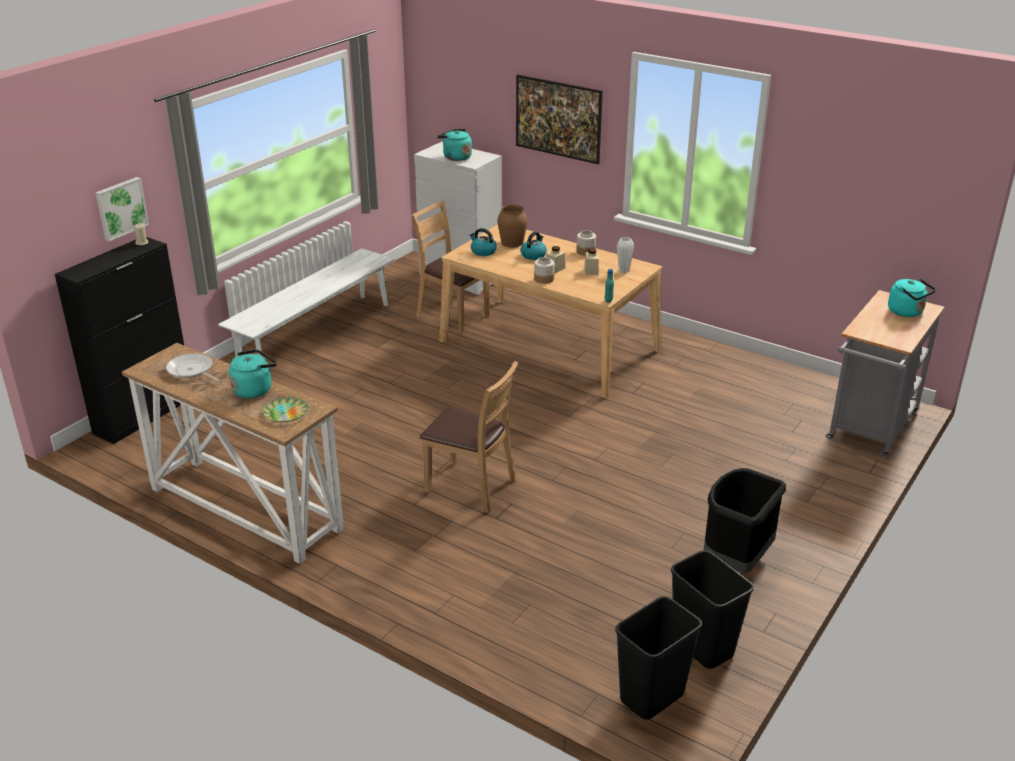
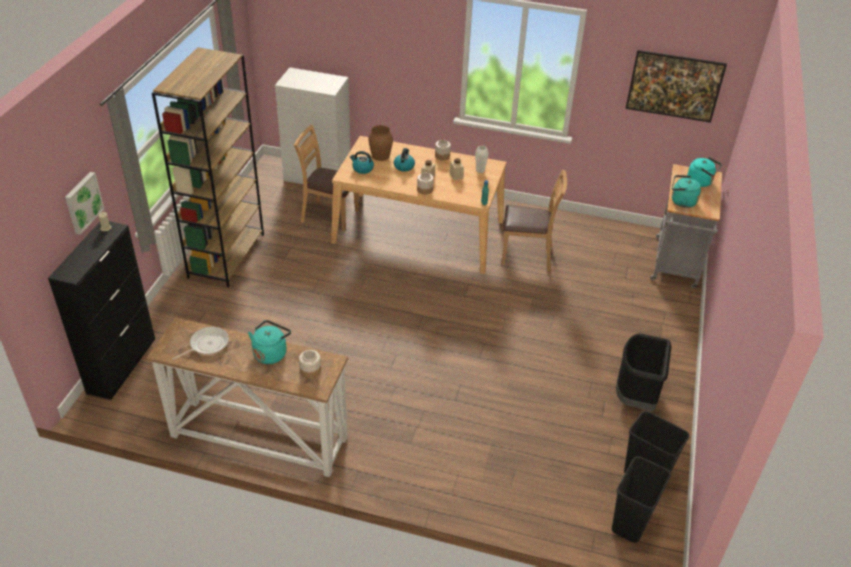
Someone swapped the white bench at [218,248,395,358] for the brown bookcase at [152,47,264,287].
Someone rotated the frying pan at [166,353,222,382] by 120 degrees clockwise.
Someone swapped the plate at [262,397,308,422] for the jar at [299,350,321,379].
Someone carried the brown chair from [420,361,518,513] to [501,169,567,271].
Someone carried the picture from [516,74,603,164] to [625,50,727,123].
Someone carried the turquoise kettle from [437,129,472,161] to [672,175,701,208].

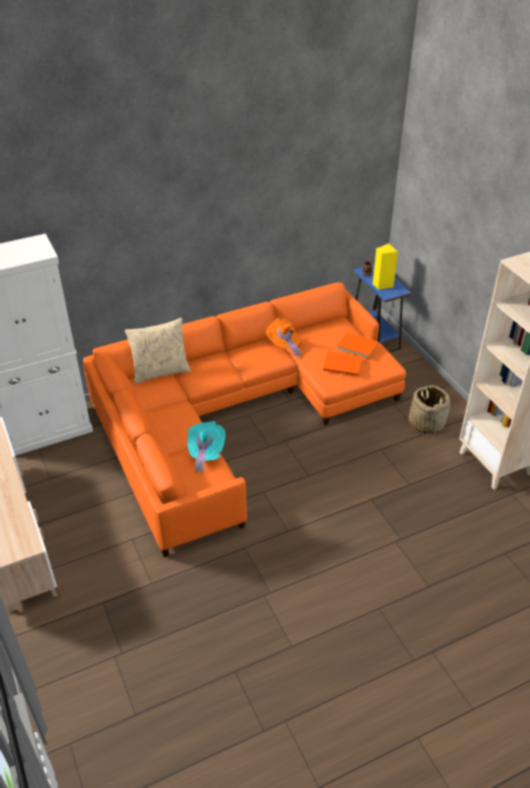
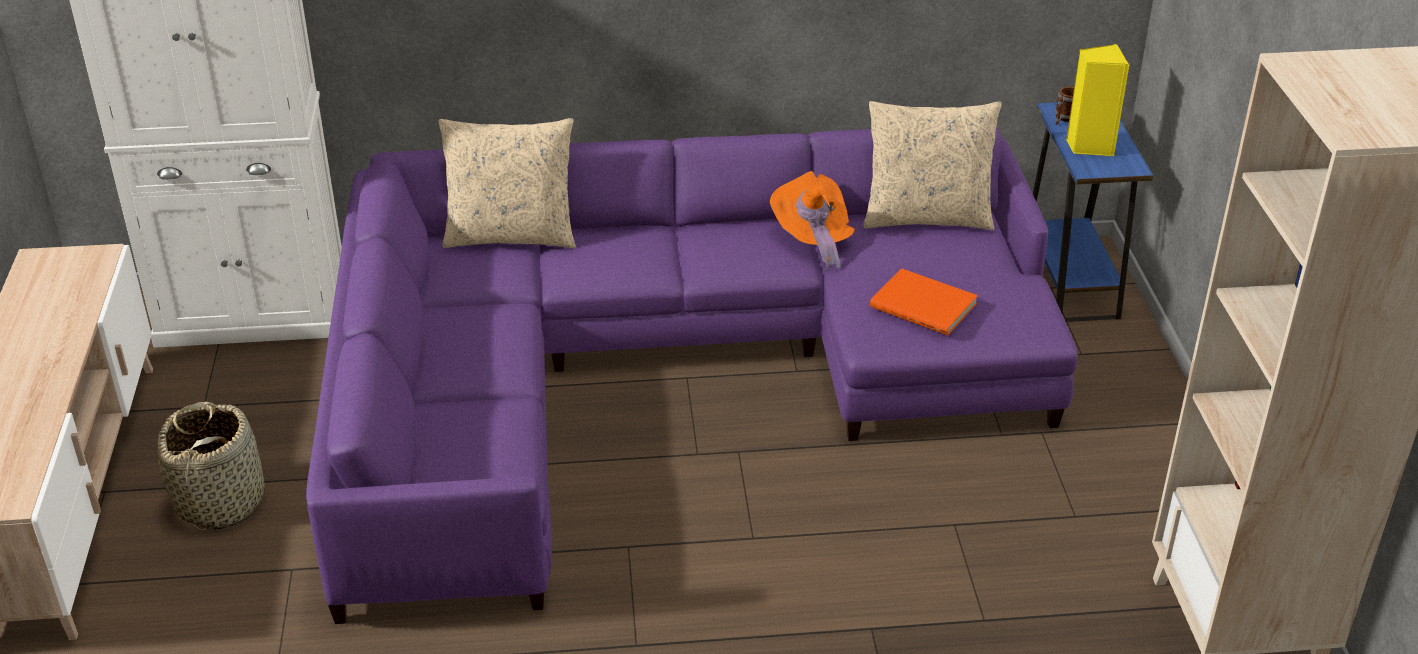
Someone carried the basket from [408,385,450,434] to [157,402,265,530].
Someone repainted the orange sofa at [83,283,406,557], which became the purple sofa at [306,127,1078,624].
Someone put down the beige pillow at [863,101,1002,230].
Someone took away the turquoise hat at [187,421,226,473].
Someone took away the orange book at [337,332,379,359].

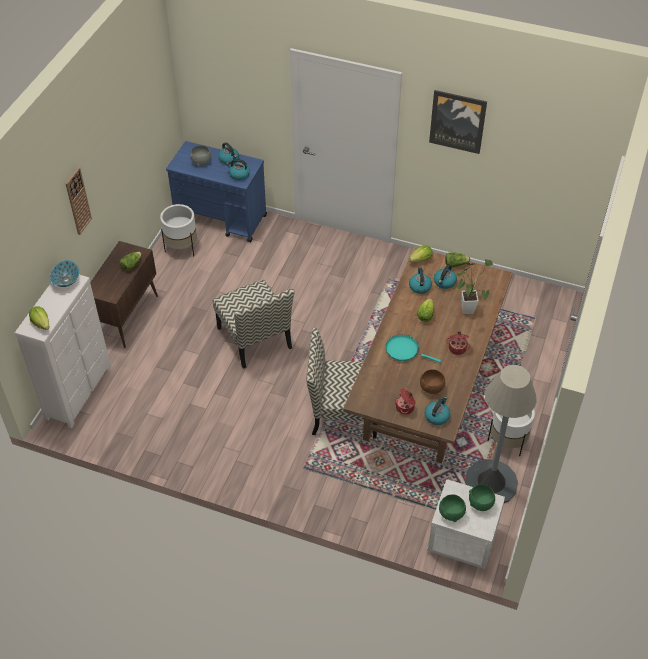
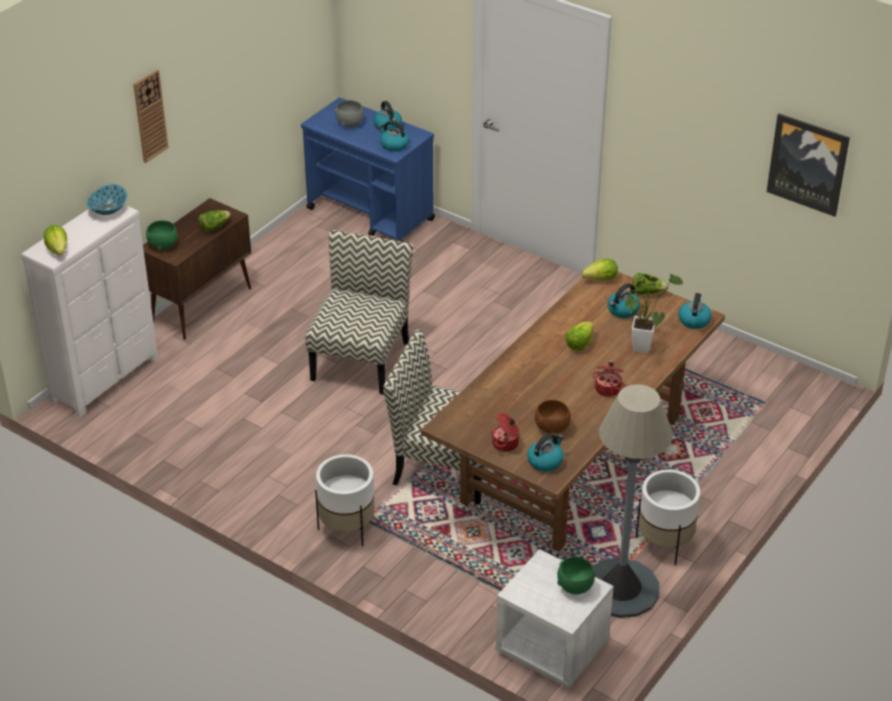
Someone carried the green bowl from [439,494,466,522] to [146,220,178,249].
Someone rotated the chair at [213,279,295,369] by 150 degrees counterclockwise.
Someone carried the white planter from [160,204,197,256] to [315,454,375,546].
Someone carried the kettle from [409,267,432,294] to [679,293,712,329].
Someone carried the picture from [429,90,487,154] to [767,113,850,217].
Someone took away the turquoise frying pan at [385,334,441,363].

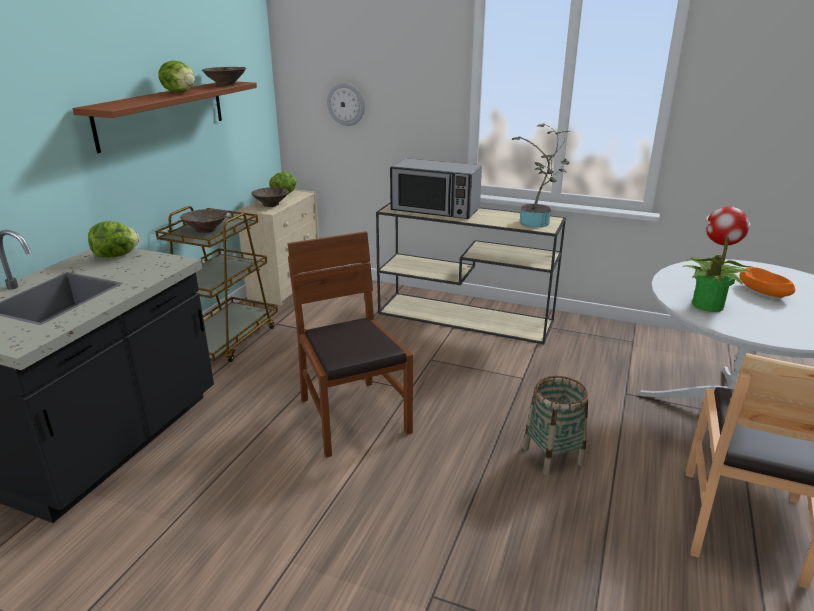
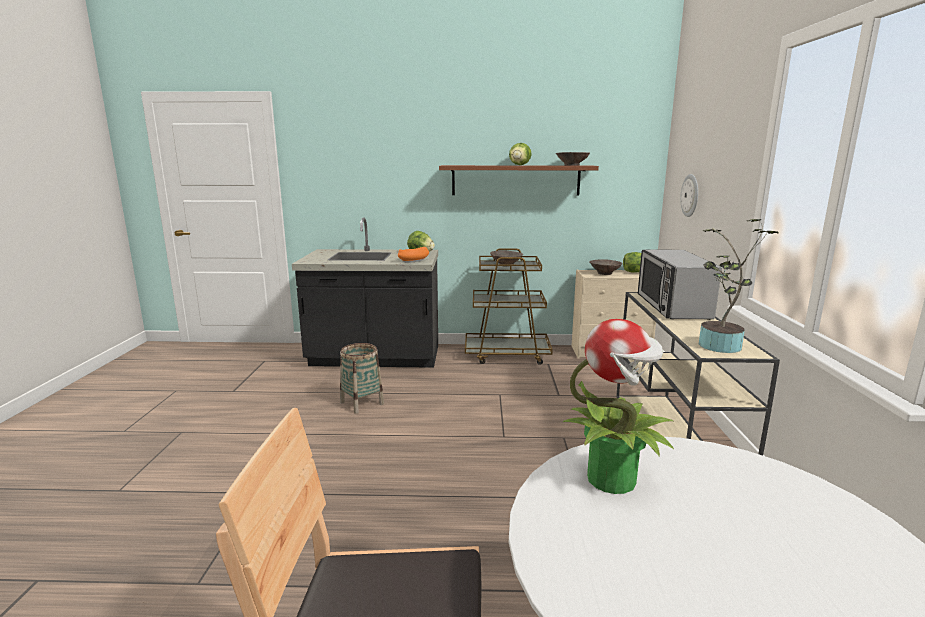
Someone carried the basket from [523,376,588,475] to [340,343,384,414].
Someone carried the orange bowl from [739,267,795,299] to [398,247,429,263].
Someone took away the brown chair at [287,231,413,458].

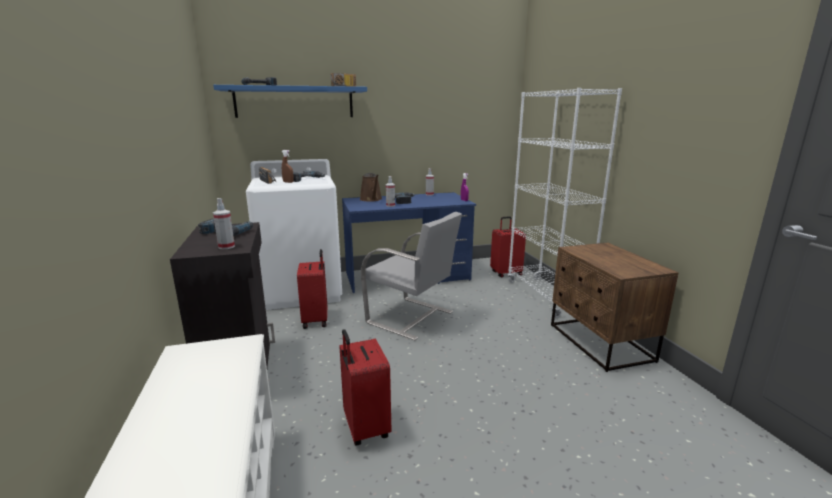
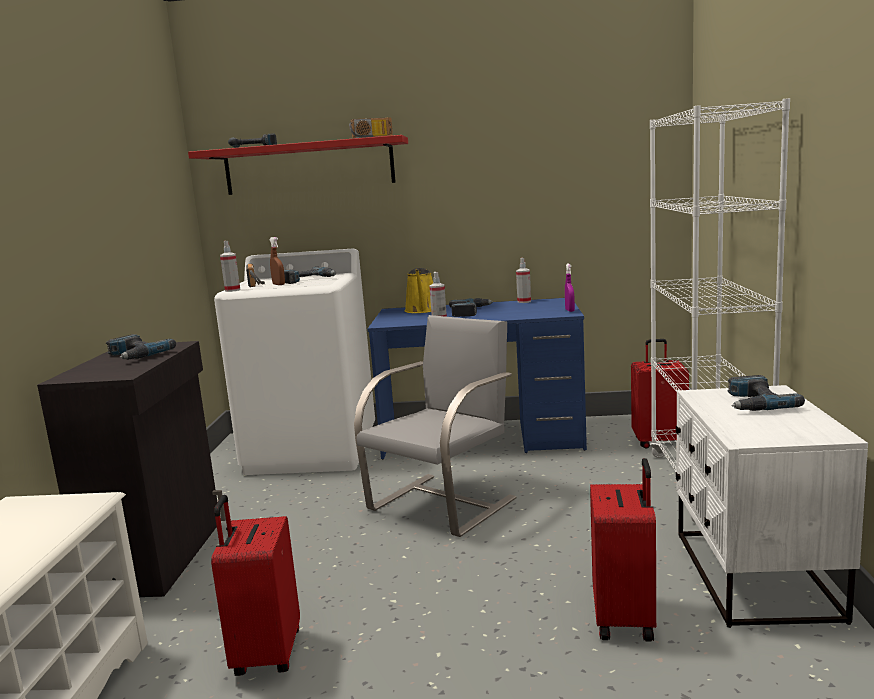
Someone repainted the blue shelf at [213,85,367,118], which became the red shelf at [188,135,408,195].
Someone carried the spray bottle from [213,198,235,249] to [220,241,240,292].
Someone rotated the grey chair at [361,212,462,341] by 105 degrees counterclockwise.
Someone repainted the brown watering can at [360,173,382,202], which became the yellow watering can at [405,268,433,313].
Someone carried the red suitcase from [297,249,327,329] to [590,458,656,642].
Someone repainted the brown nightstand at [551,243,679,372], which became the white nightstand at [676,385,868,628].
Someone put down the power drill at [728,375,805,411].

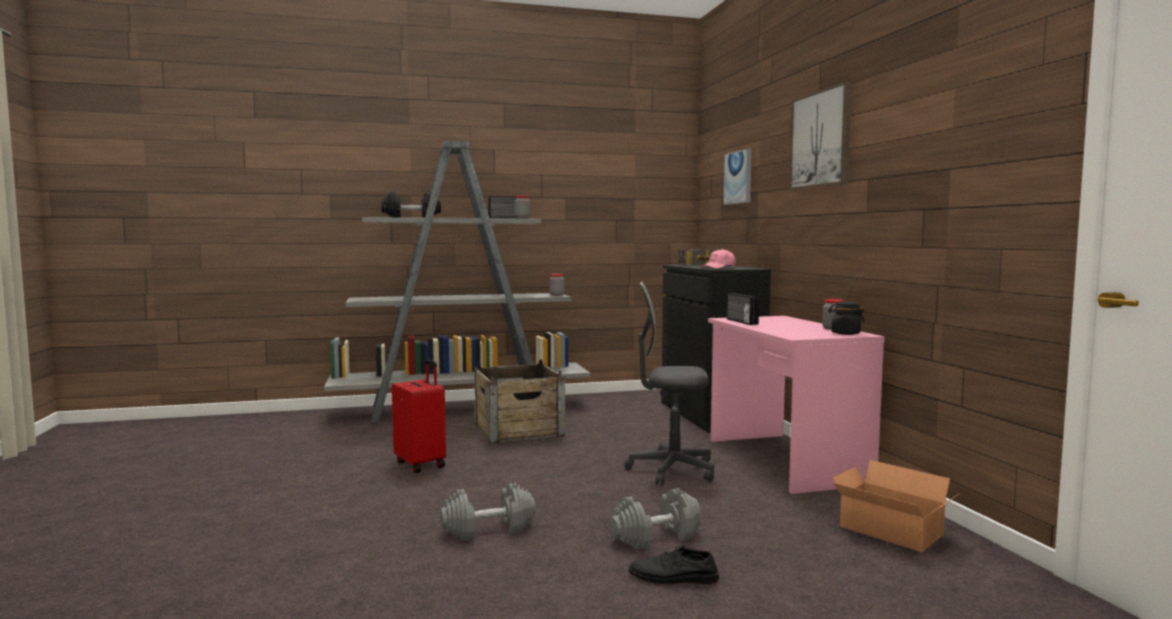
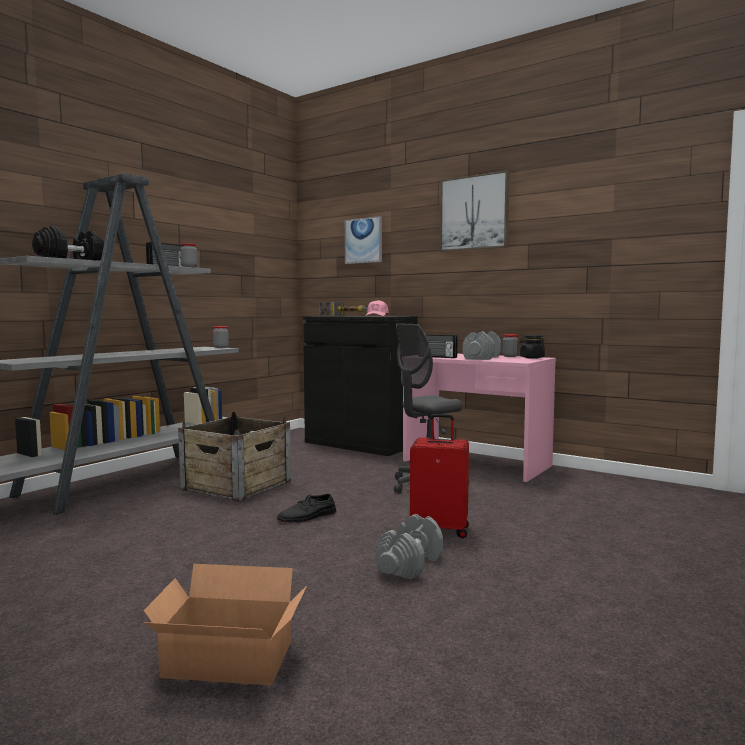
Someone carried the cardboard box from [833,460,960,552] to [143,564,307,685].
Someone carried the black shoe from [628,545,719,585] to [277,494,336,523].
Someone carried the red suitcase from [392,359,446,473] to [410,414,469,538].
Someone carried the grey dumbbell from [609,488,701,550] to [463,331,501,360].

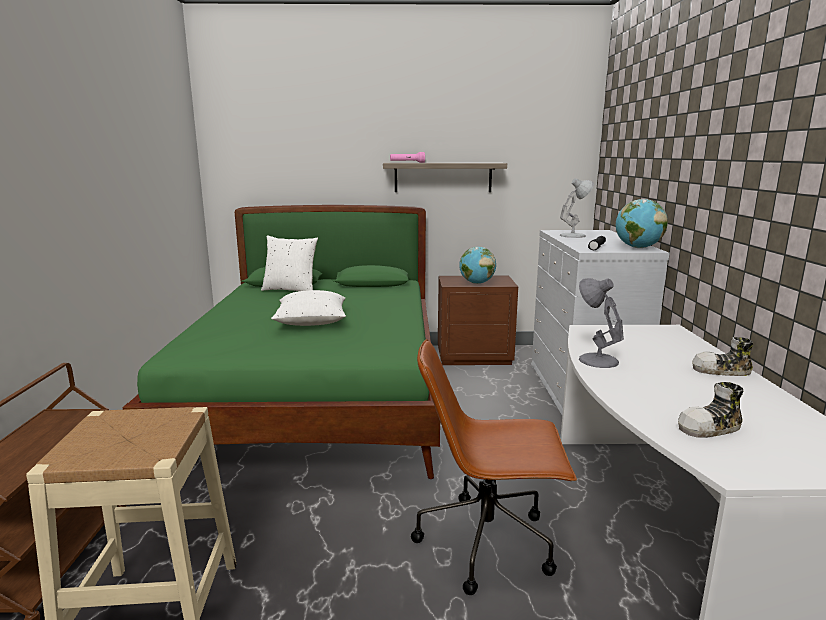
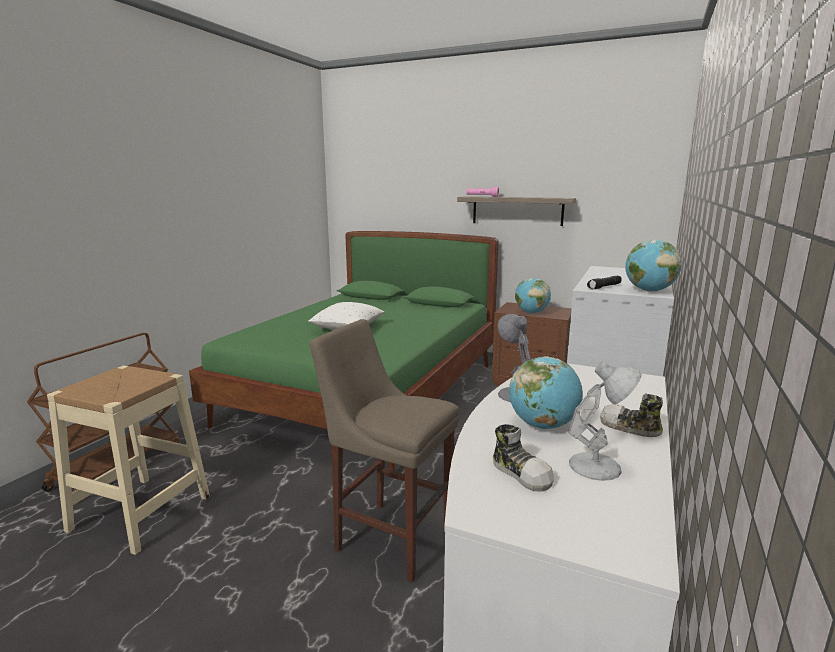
Someone swapped the brown office chair at [411,339,577,595] for the beige stool at [310,319,459,583].
Someone rotated the shoe at [678,382,743,438] by 135 degrees counterclockwise.
Someone put down the globe at [509,356,583,429].
Someone carried the white table lamp from [560,178,594,238] to [569,362,642,481].
Someone took away the white pillow at [261,235,318,291].

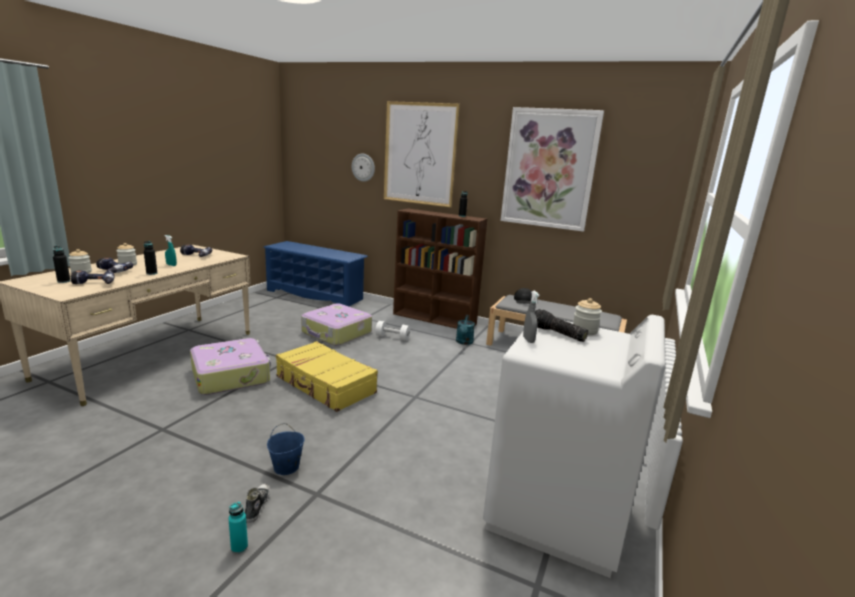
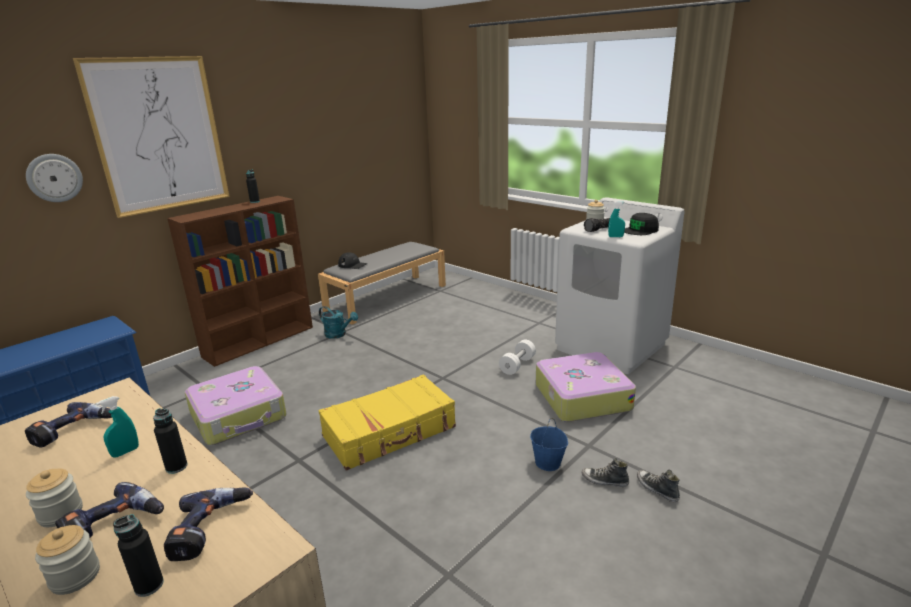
Someone carried the white dumbbell from [375,321,410,341] to [499,340,536,375].
Someone carried the suitcase from [190,338,271,395] to [536,352,636,422].
Someone repainted the grey spray bottle at [523,291,539,343], which became the turquoise spray bottle at [608,201,625,237].
Someone put down the black cap at [624,213,659,235].
Someone swapped the turquoise bottle at [229,501,248,554] for the shoe at [637,470,680,502].
Someone took away the picture at [501,107,604,232].

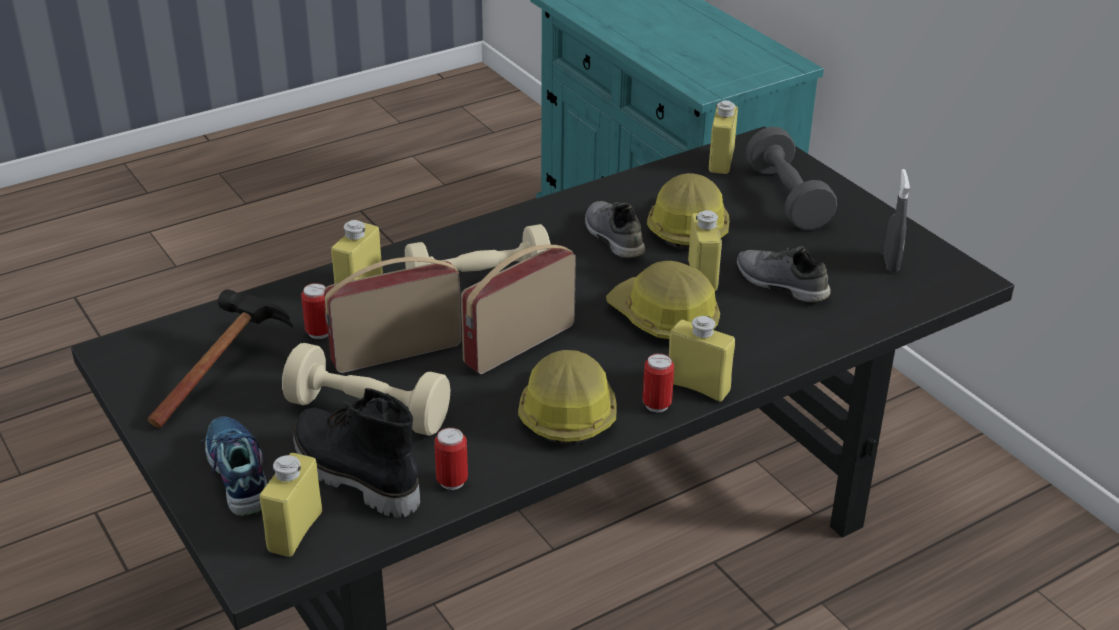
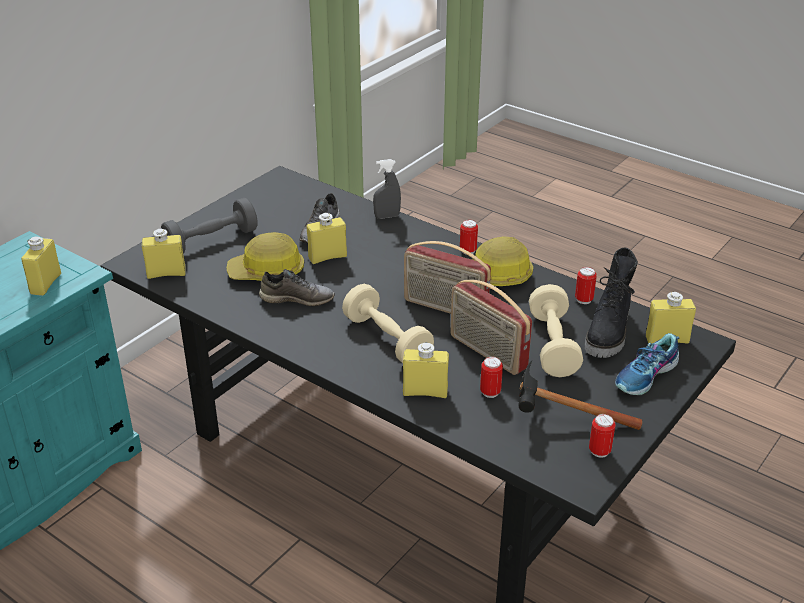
Someone carried the yellow bottle from [669,316,735,402] to [21,236,61,296].
Someone rotated the grey shoe at [585,201,645,258] by 135 degrees counterclockwise.
Someone carried the grey spray bottle from [884,169,910,272] to [373,159,401,219].
Someone put down the can at [589,414,616,458].
Someone took away the hard hat at [606,261,720,339].

